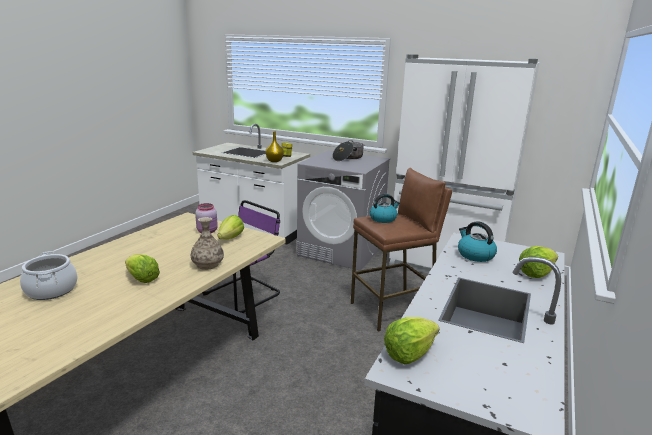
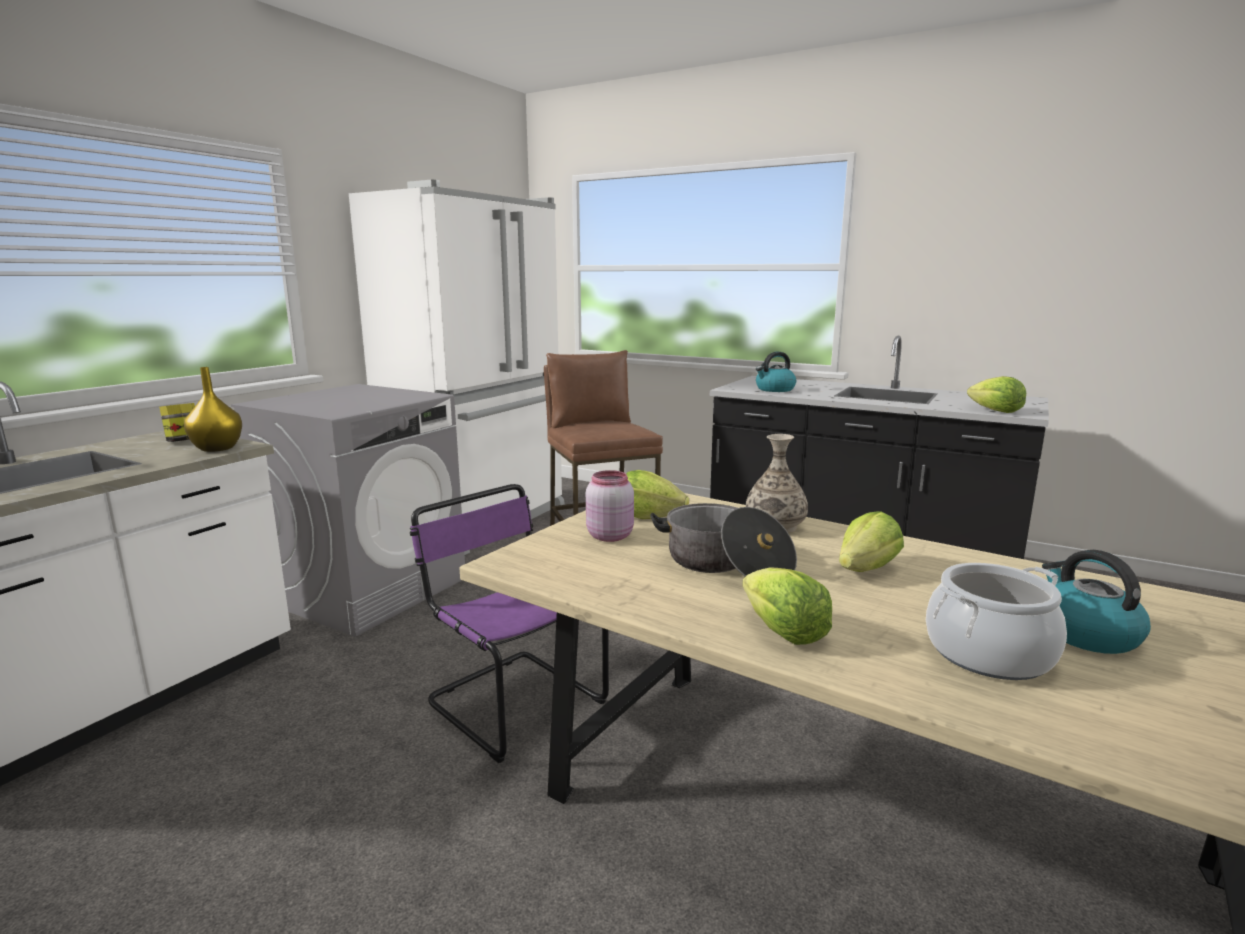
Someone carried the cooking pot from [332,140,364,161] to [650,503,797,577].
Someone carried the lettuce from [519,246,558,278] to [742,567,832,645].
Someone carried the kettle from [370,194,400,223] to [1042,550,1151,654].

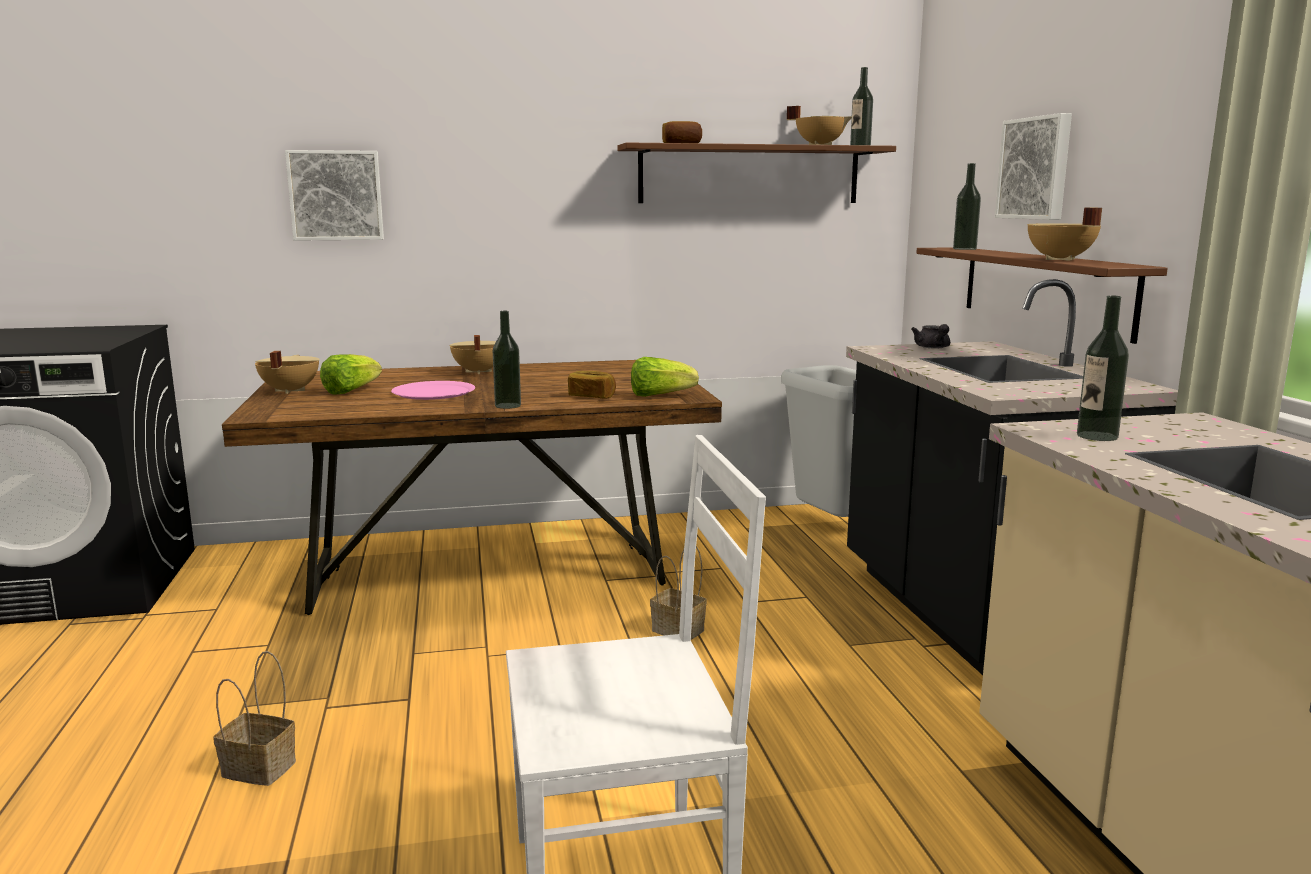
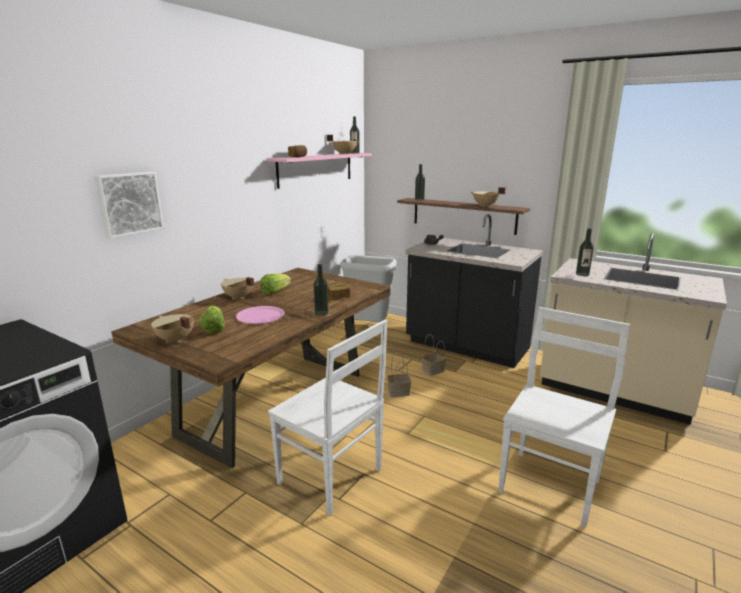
Someone carried the lettuce from [631,357,699,397] to [260,274,291,295].
Someone repainted the brown shelf at [617,142,896,203], which became the pink shelf at [267,153,372,189].
Someone put down the white chair at [268,320,387,516].
Someone carried the basket from [213,651,296,786] to [422,334,446,376].
Someone took away the picture at [995,113,1072,220].

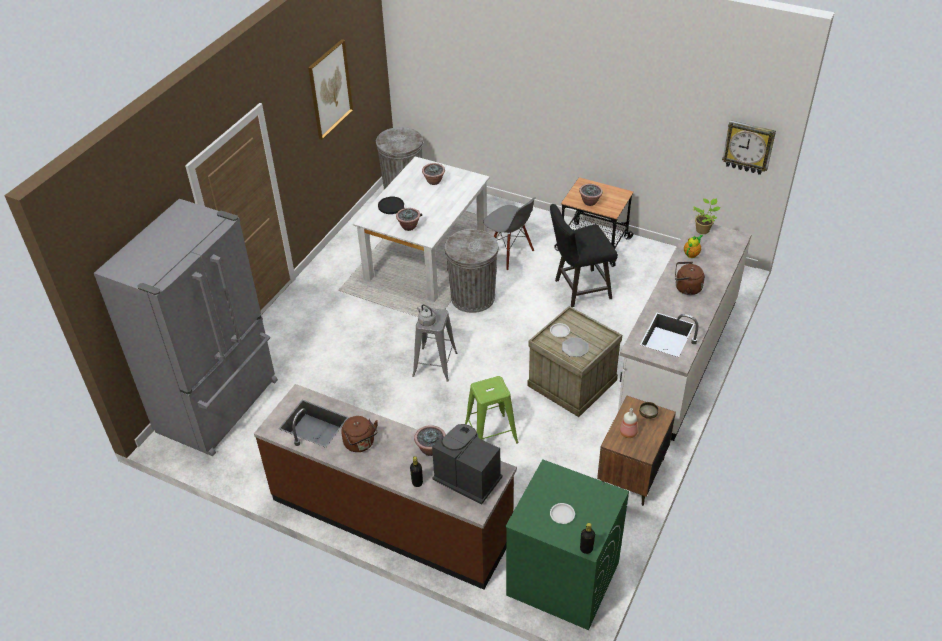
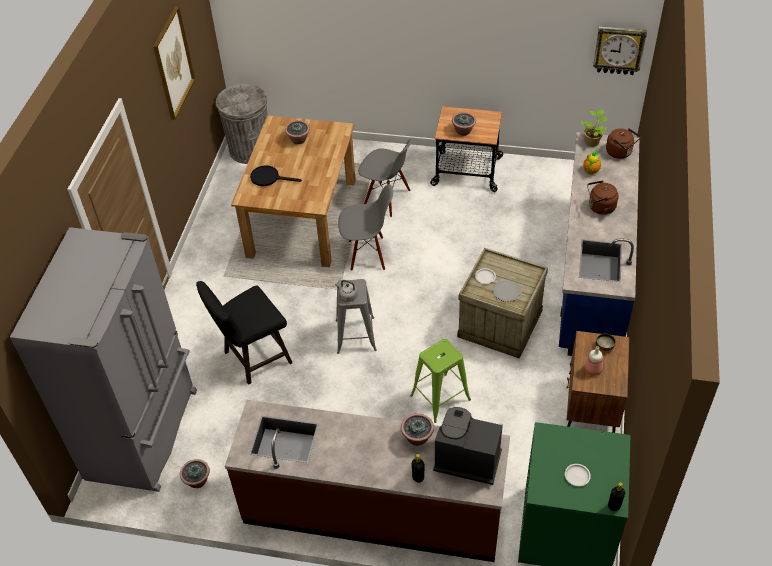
Someone carried the potted plant from [396,208,420,231] to [180,459,210,488].
Someone carried the black stool from [550,204,618,307] to [196,281,293,385].
Someone repainted the white dining table at [353,156,490,302], which became the brown dining table at [231,115,356,267].
Someone swapped the grey trash can at [444,229,499,313] for the grey chair at [338,184,393,271].
Someone repainted the white counter at [618,219,752,441], which became the blue counter at [559,132,639,356].
Someone carried the brown kettle from [341,416,378,452] to [606,128,640,159].

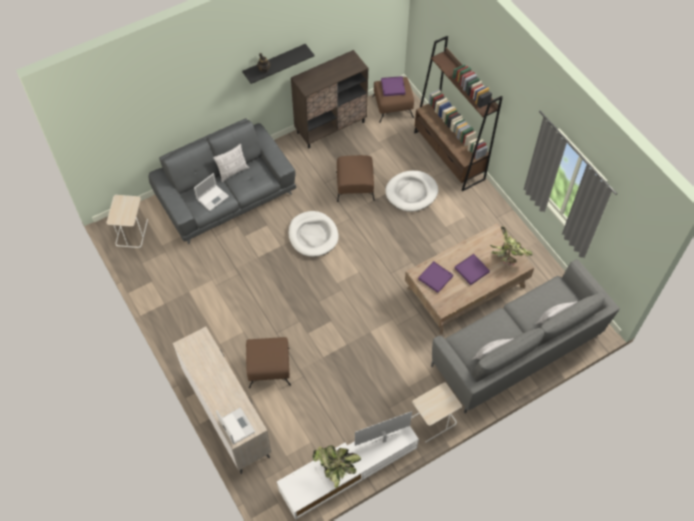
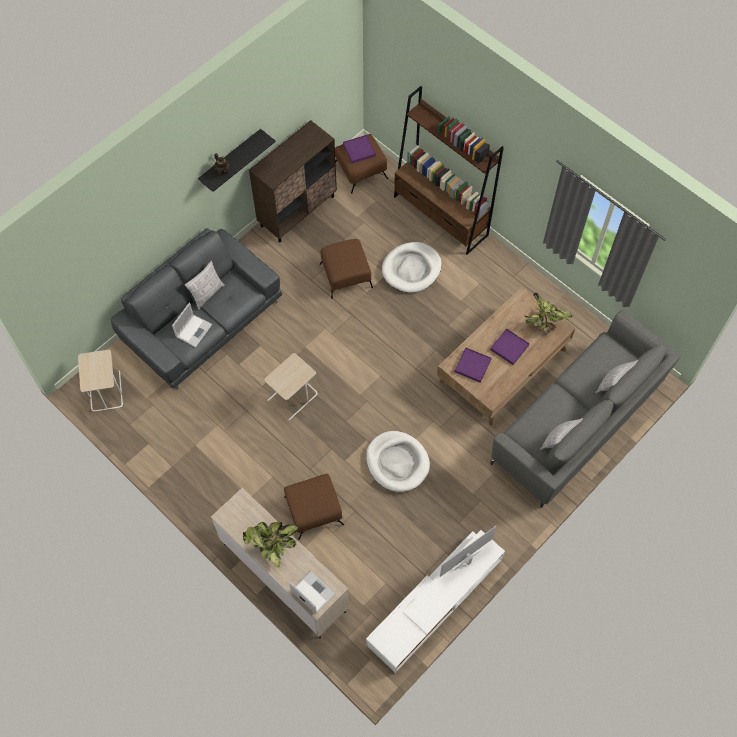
Someone carried the potted plant from [312,445,361,488] to [243,522,298,568].
Someone carried the beige side table from [411,382,462,443] to [264,353,317,420].
Someone carried the white dog bed from [288,211,338,257] to [366,431,430,492].

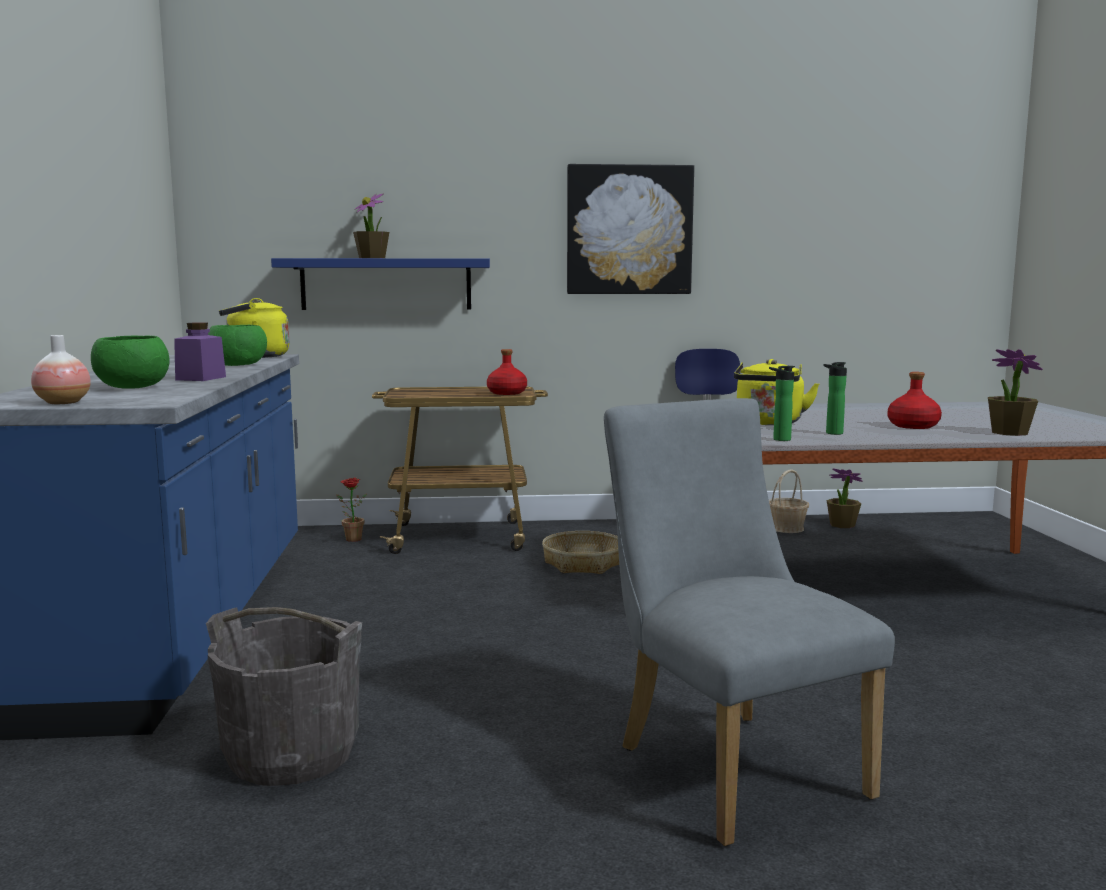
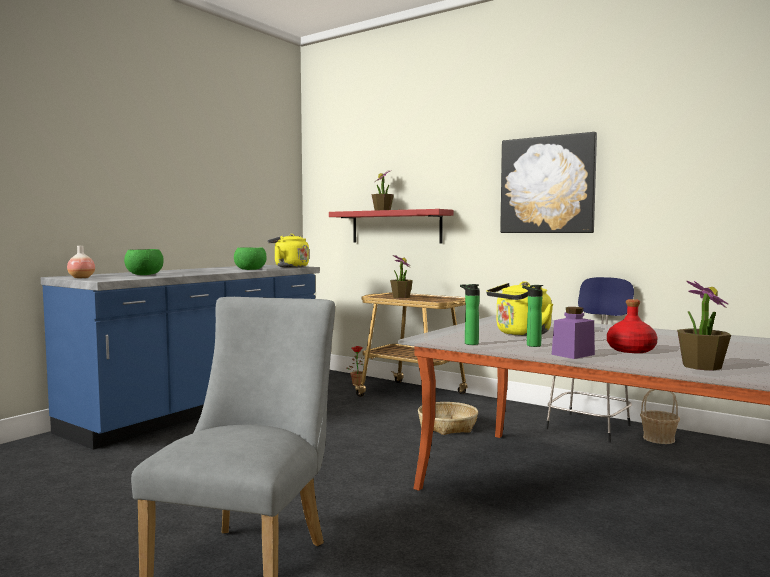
Someone repainted the blue shelf at [271,258,490,310], which became the red shelf at [329,209,454,243].
Someone carried the potted plant from [827,468,863,528] to [390,255,413,298].
Someone carried the purple jar from [174,322,226,381] to [552,307,595,359].
Someone took away the grey bucket at [206,607,362,786].
Someone took away the red bottle at [487,349,527,395].

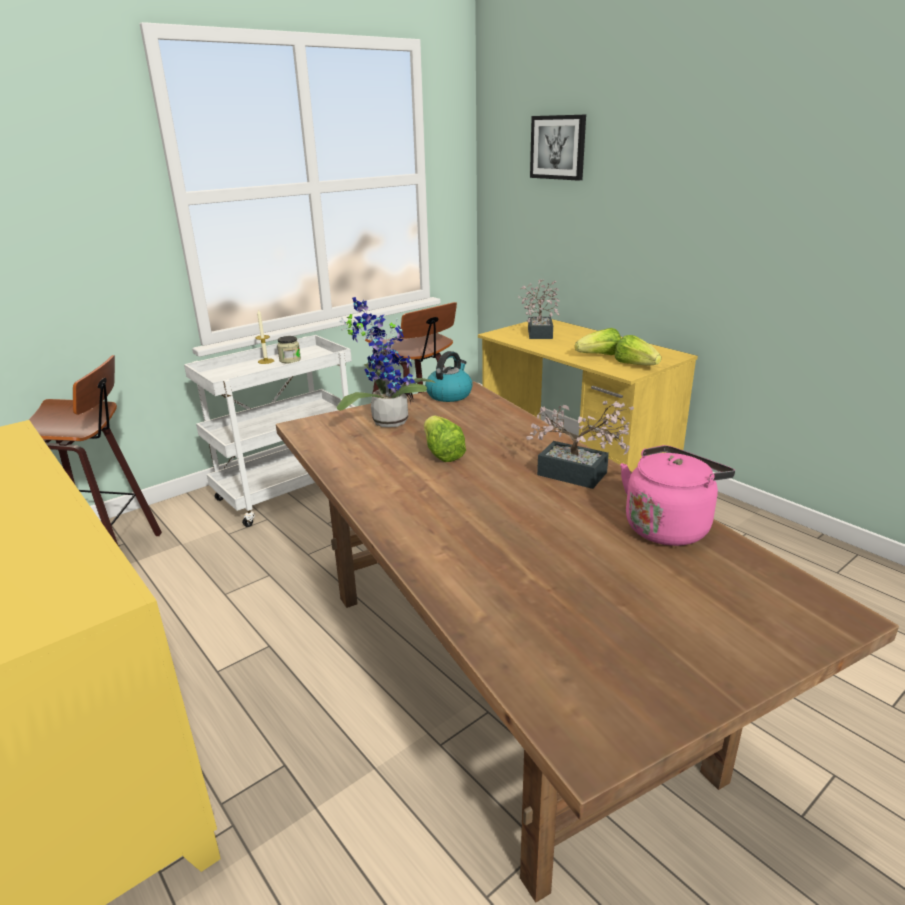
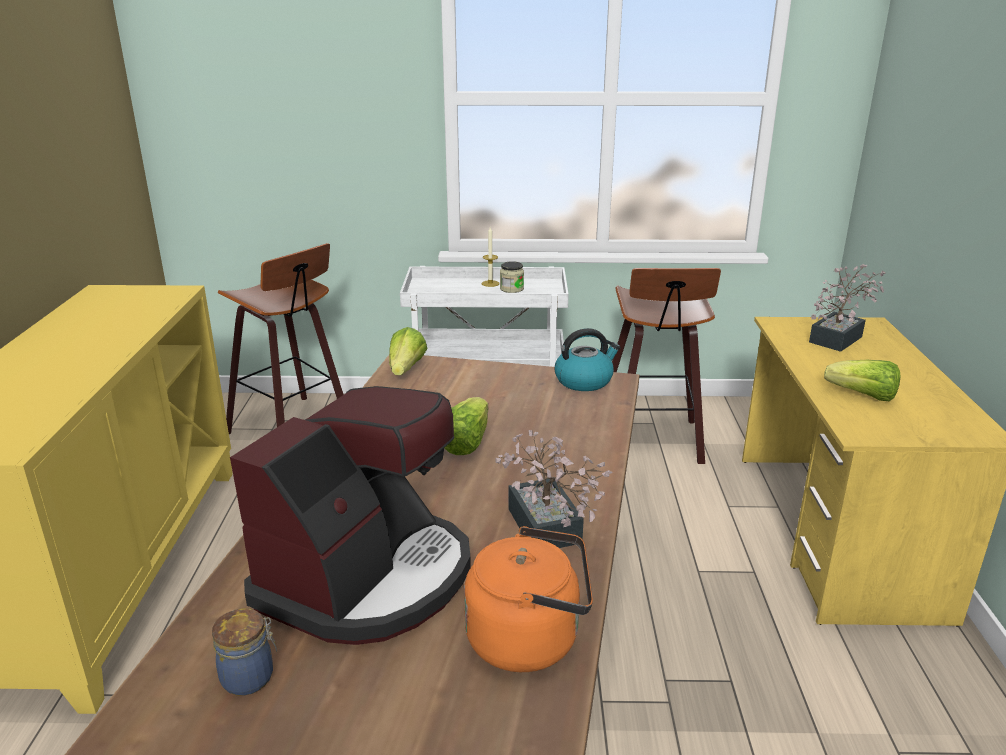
Someone put down the jar at [212,609,277,696].
Someone put down the coffee machine at [230,386,471,645].
Someone carried the lettuce from [615,335,661,365] to [389,327,428,375].
Someone repainted the pink kettle at [620,445,735,546], which became the orange kettle at [464,526,593,672].
Someone took away the potted plant at [337,297,436,427].
Someone took away the picture at [530,115,586,181].

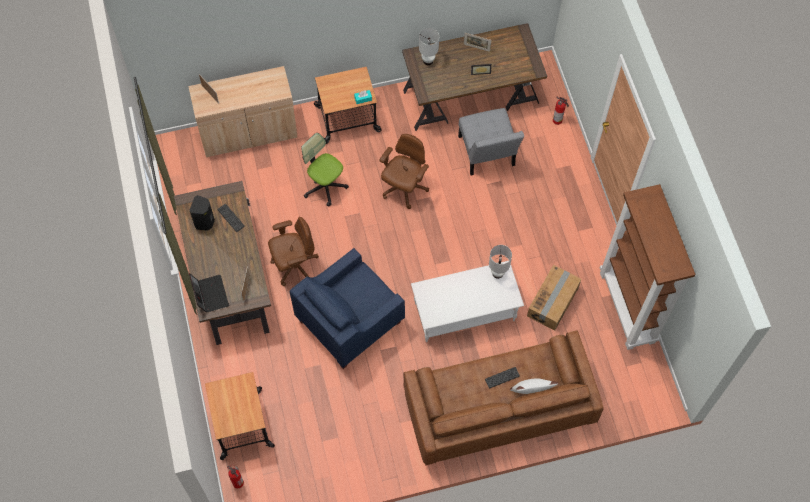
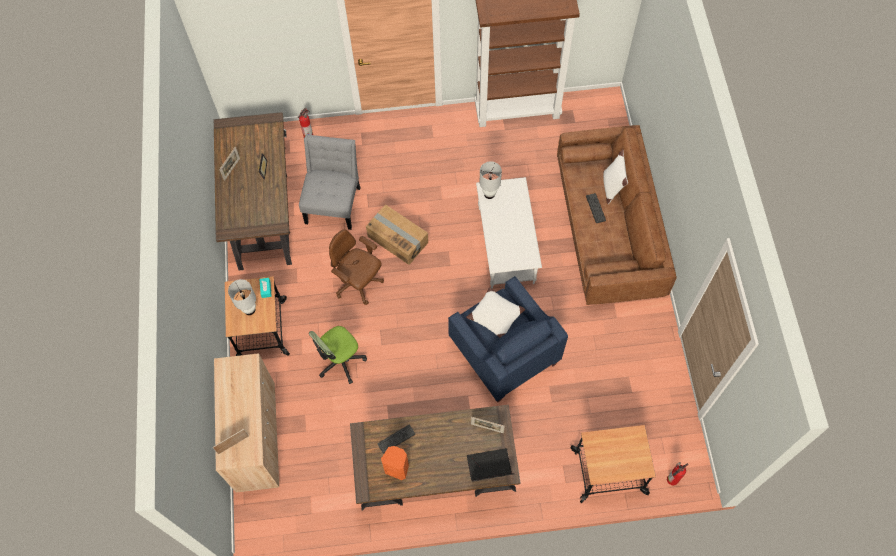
Someone carried the white table lamp from [419,28,439,65] to [228,279,256,315].
Someone rotated the grey chair at [458,108,524,176] by 75 degrees counterclockwise.
Someone carried the cardboard box from [527,265,581,330] to [366,204,428,265].
Someone repainted the black speaker at [190,195,215,231], which became the orange speaker at [381,446,409,480].
Someone put down the white pillow at [466,288,525,338].
Someone took away the brown office chair at [268,217,319,286].

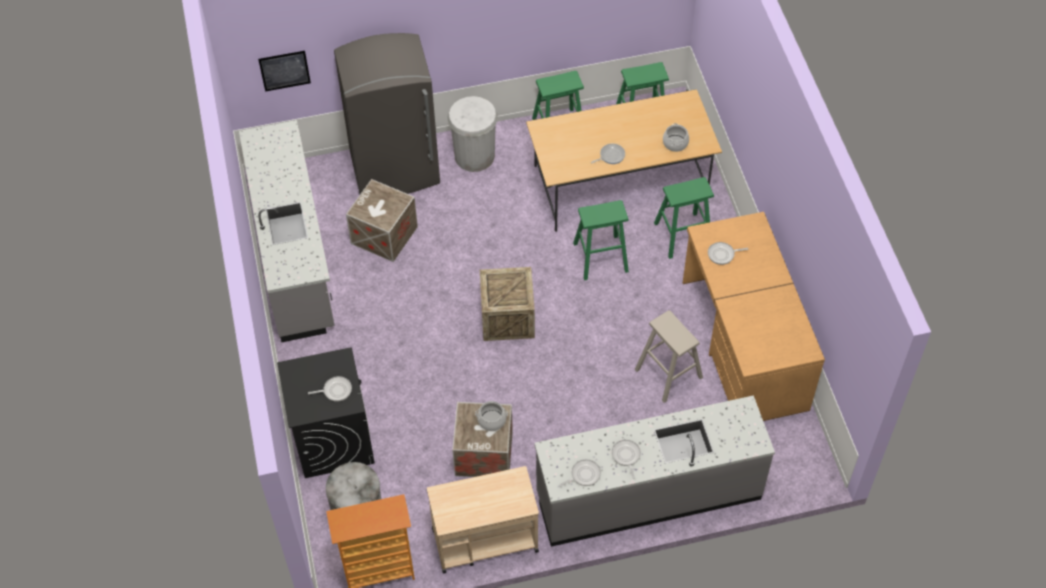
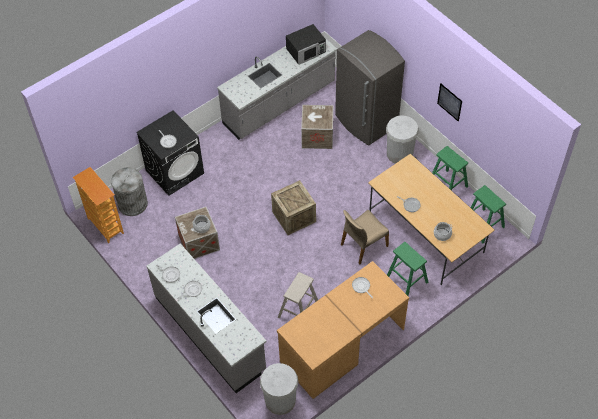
Someone put down the white trash can at [260,363,298,415].
Someone put down the black microwave at [286,24,326,65].
Someone swapped the green stool at [573,200,629,280] for the beige chair at [341,210,389,265].
Someone carried the picture from [258,51,311,92] to [437,83,462,121].
Someone took away the beige cart at [427,466,539,574].

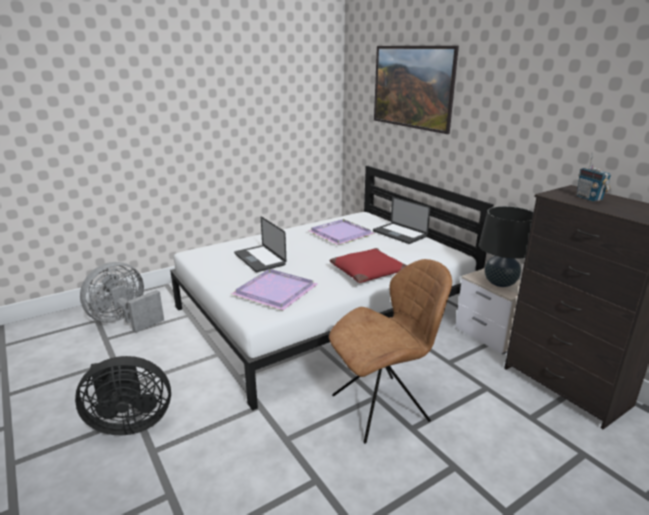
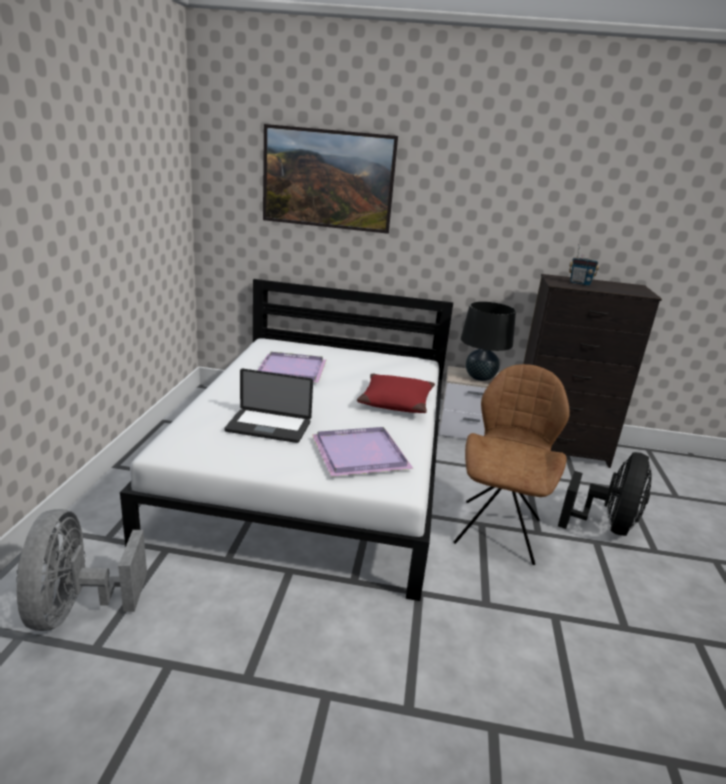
Someone carried the black fan from [75,356,171,435] to [558,452,652,536].
Someone took away the laptop at [373,197,430,244].

